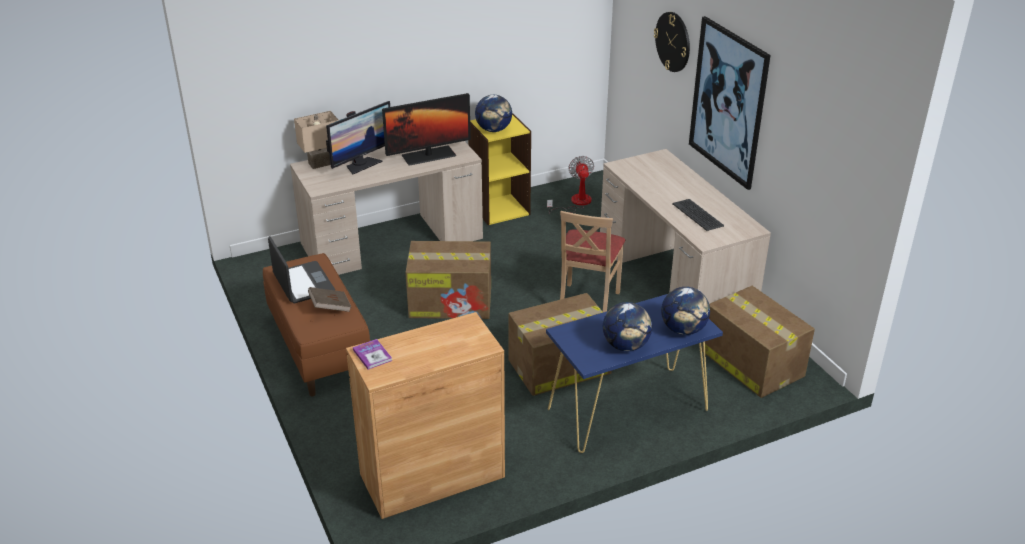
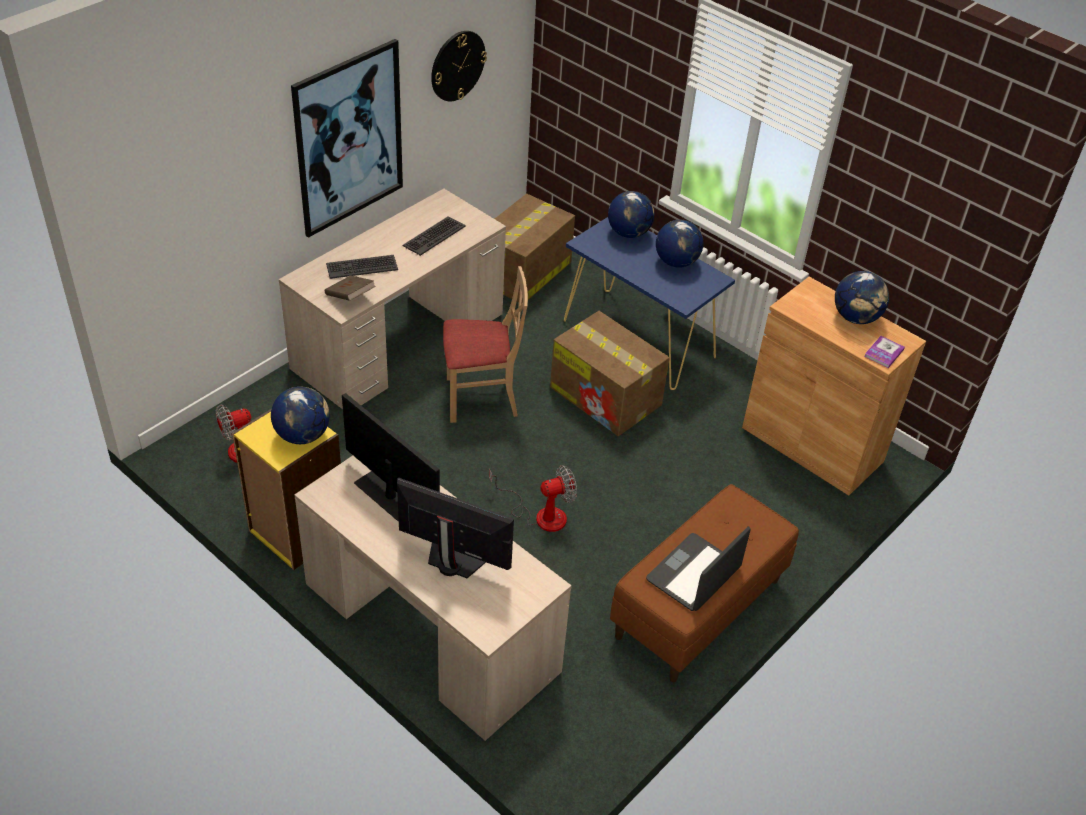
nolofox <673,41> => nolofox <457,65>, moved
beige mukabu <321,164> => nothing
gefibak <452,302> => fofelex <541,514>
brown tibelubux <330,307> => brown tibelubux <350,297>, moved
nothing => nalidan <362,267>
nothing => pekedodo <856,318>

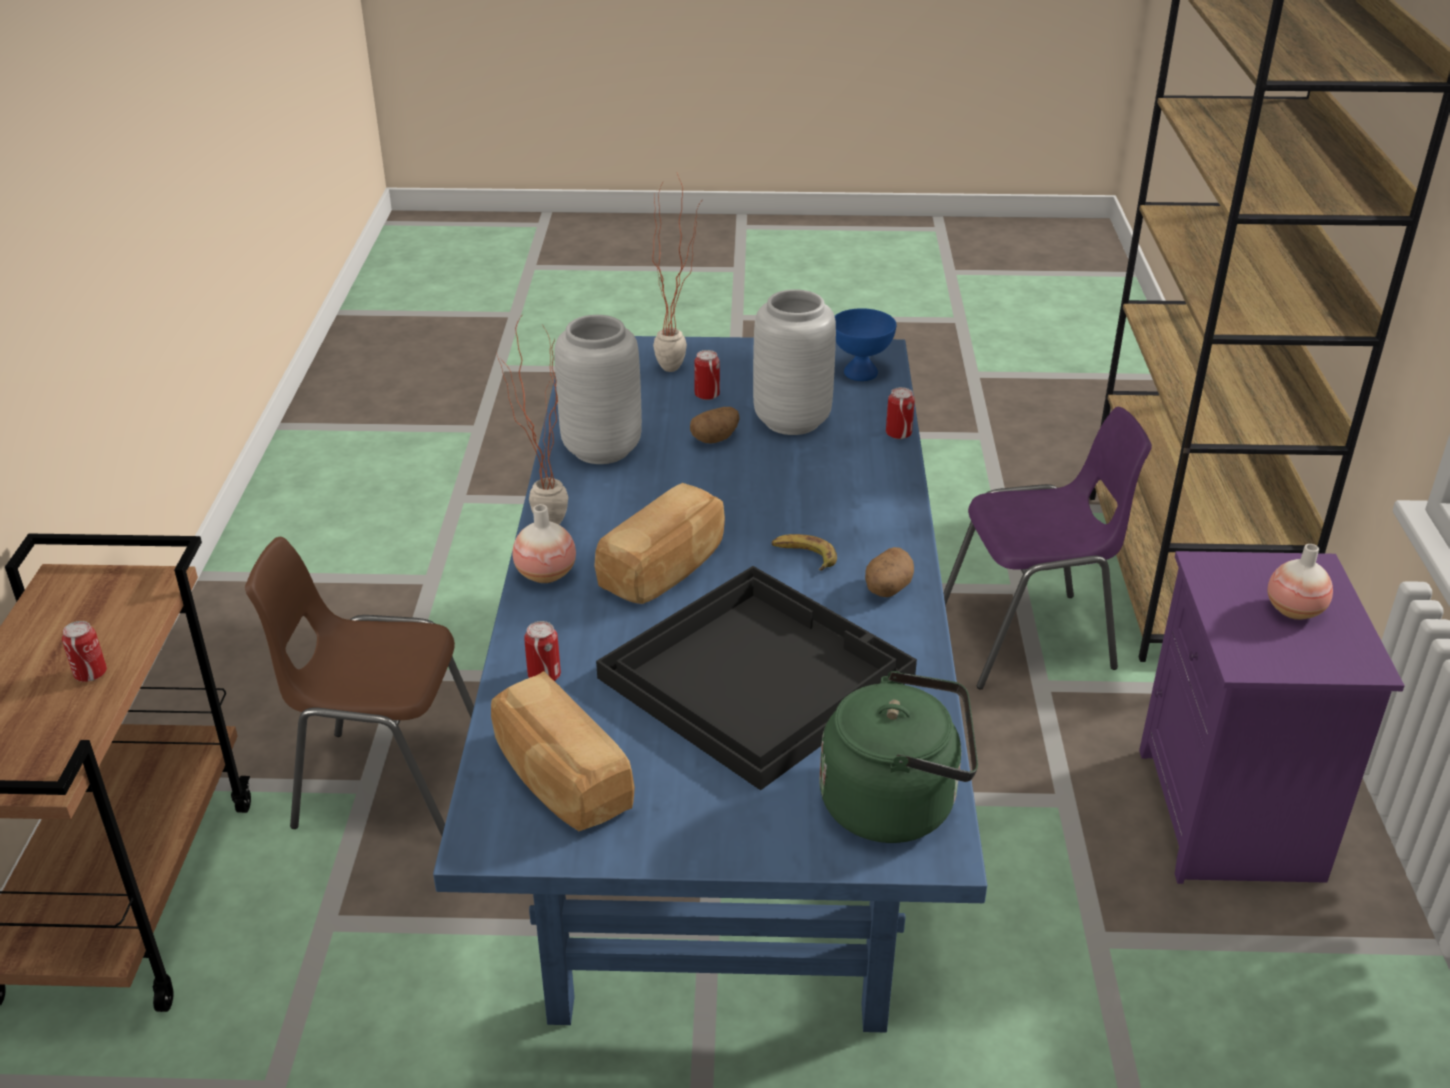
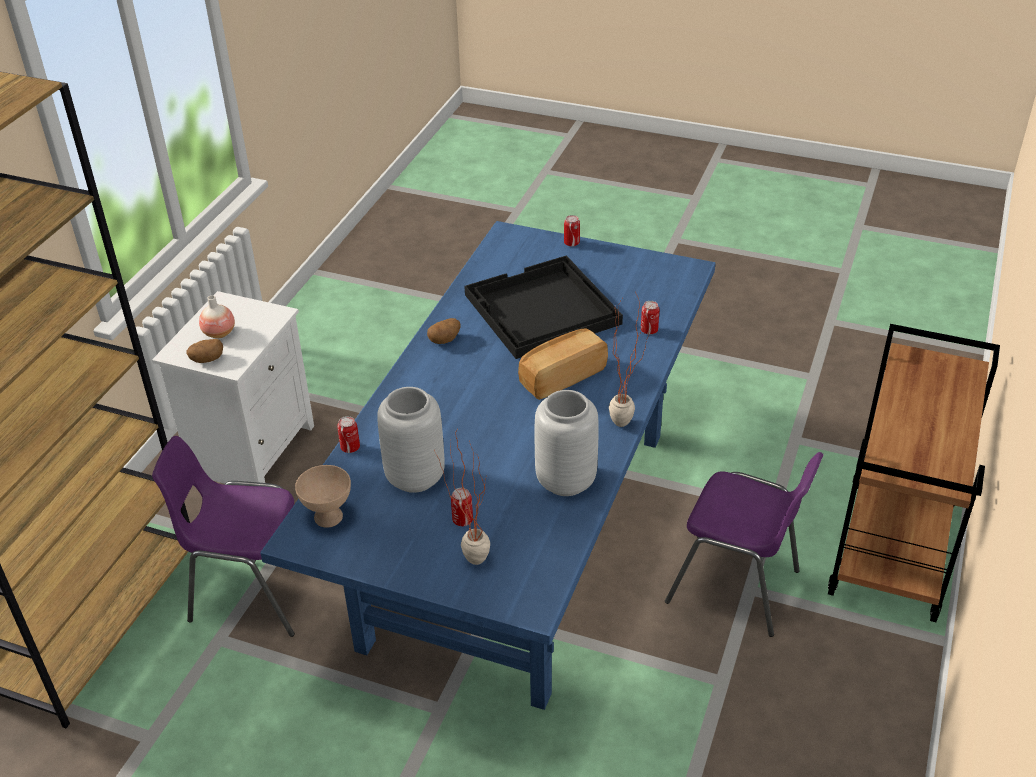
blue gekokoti <859,373> => beige gekokoti <329,517>
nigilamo <715,439> => nigilamo <207,359>, moved
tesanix <546,574> => nothing
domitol <804,556> => nothing
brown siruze <387,784> => purple siruze <736,587>
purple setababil <1233,817> => white setababil <251,449>
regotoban <90,674> => regotoban <571,243>, moved
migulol <559,780> => nothing
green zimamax <896,804> => nothing

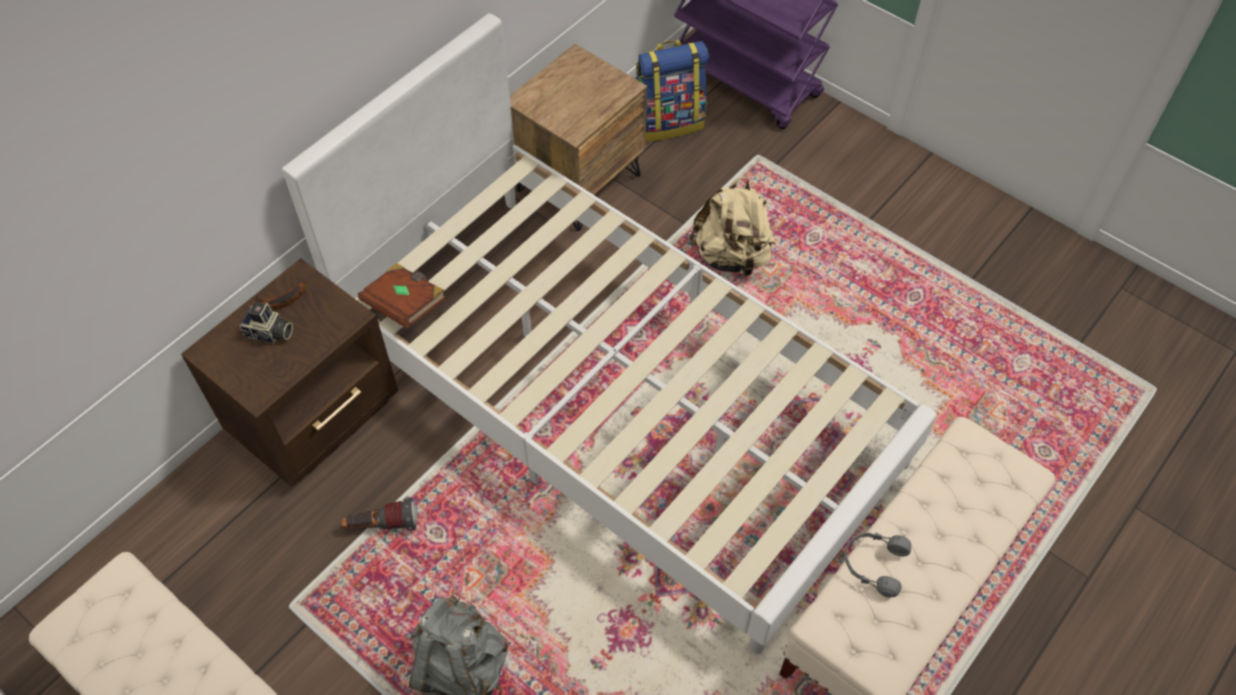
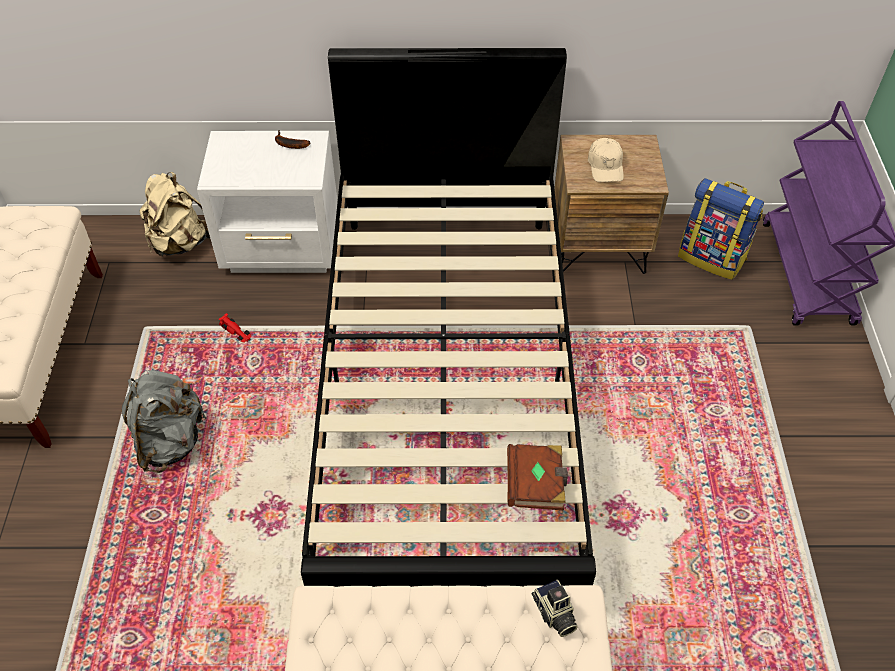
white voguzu <617,398> => black voguzu <447,386>
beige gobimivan <731,256> => beige gobimivan <180,242>, moved
brown setababil <318,416> => white setababil <283,249>
brown tibelubux <405,305> => brown tibelubux <536,485>, moved
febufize <269,333> => febufize <554,614>, moved
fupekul <382,525> => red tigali <236,331>
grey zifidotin <873,564> => nothing
nothing => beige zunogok <605,166>

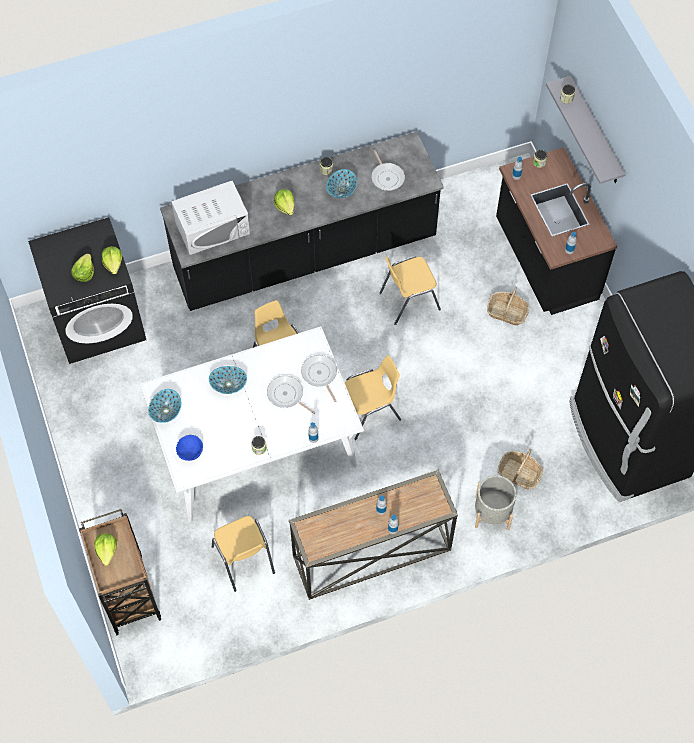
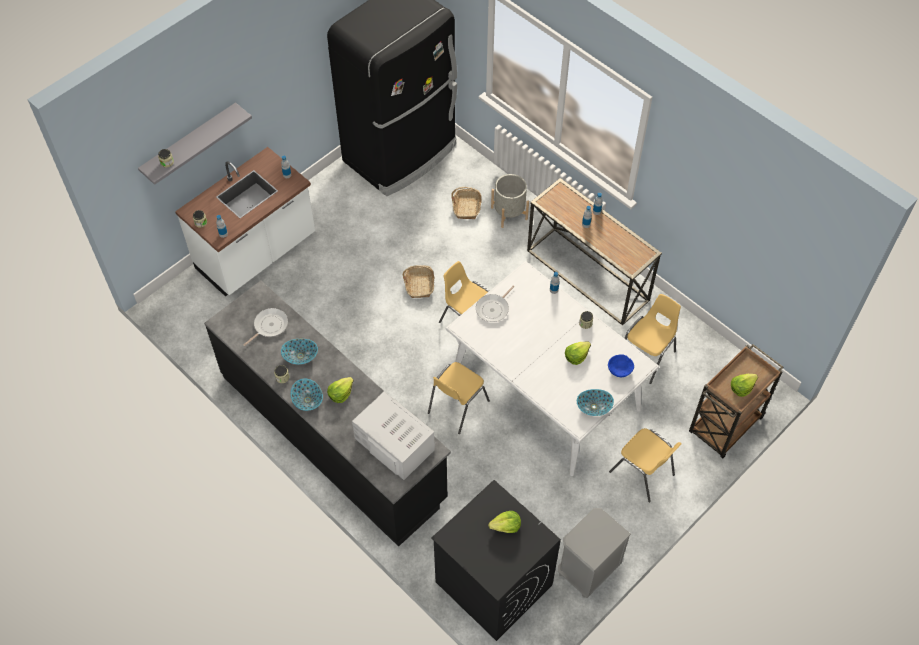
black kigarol <544,261> => white kigarol <257,253>
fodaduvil <113,264> => fodaduvil <576,356>, moved
yellow siruze <408,301> => yellow siruze <642,473>, moved
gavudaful <507,312> => gavudaful <419,285>, moved
gekokoti <228,384> => gekokoti <308,400>, moved
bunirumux <287,395> => nothing
nothing => grey setababil <588,570>

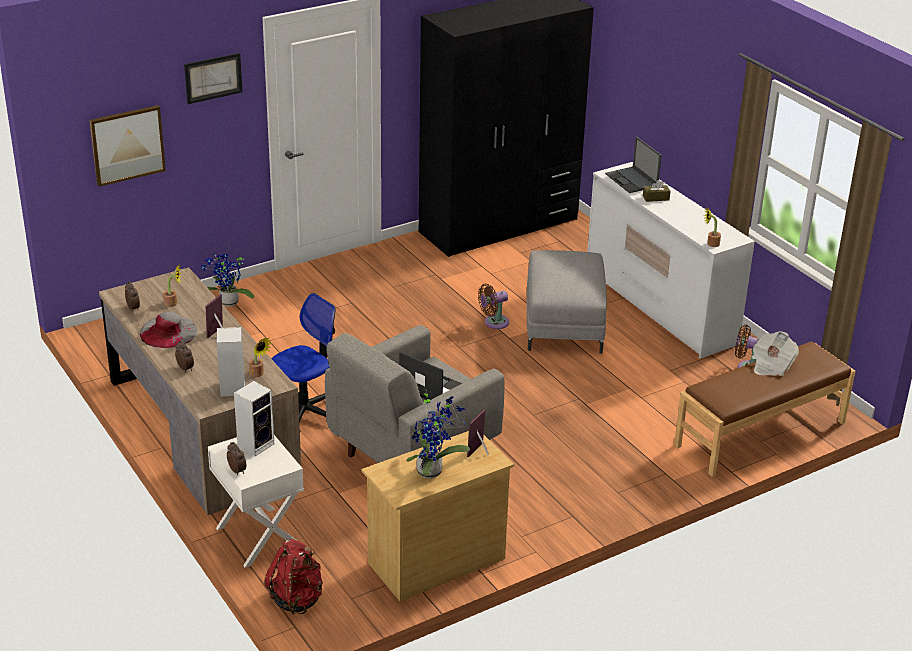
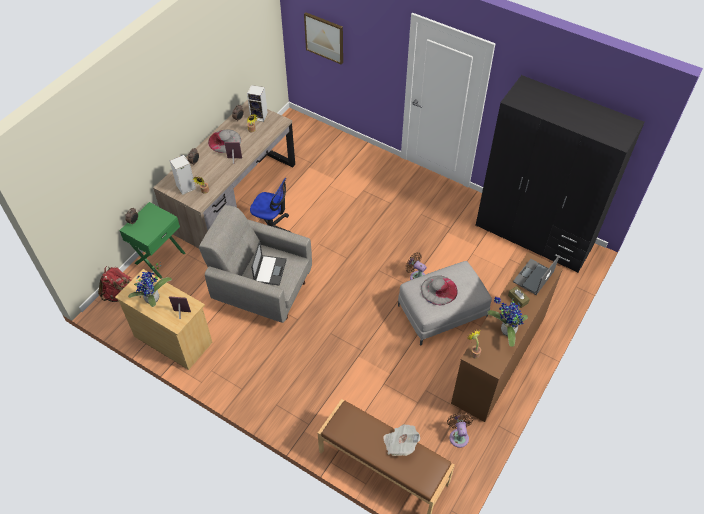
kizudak <213,78> => nothing
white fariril <659,307> => brown fariril <499,359>
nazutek <227,304> => nazutek <506,330>, moved
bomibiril <256,444> => bomibiril <260,116>, moved
white setababil <258,537> => green setababil <159,257>
nothing => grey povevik <439,290>

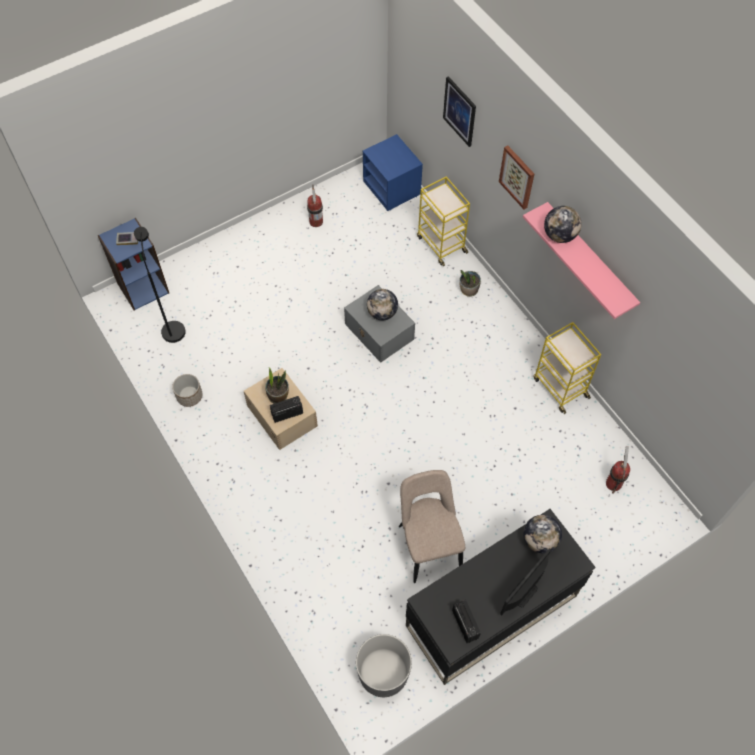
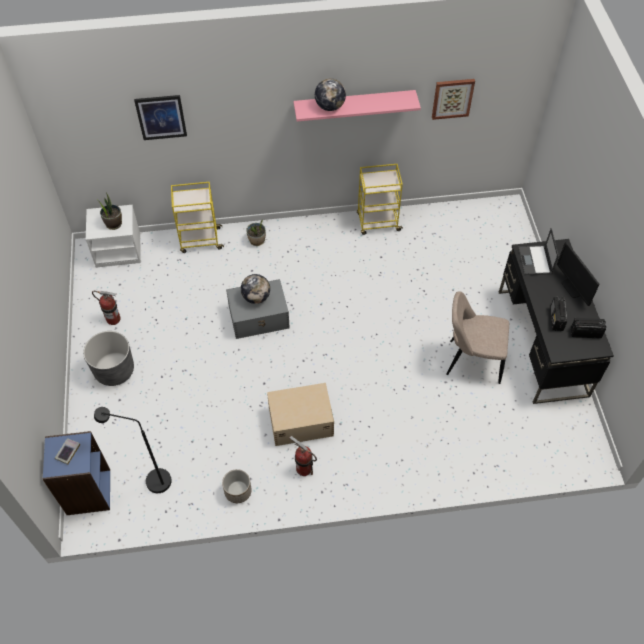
blue setababil <392,188> => white setababil <119,250>
kizudak <517,177> => kizudak <452,98>, moved
nazutek <278,396> => nazutek <113,223>, moved
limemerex <287,413> => limemerex <556,319>, moved
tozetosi <613,483> => tozetosi <304,468>, moved
pekedodo <540,540> => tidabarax <535,261>
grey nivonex <383,673> => grey nivonex <114,370>, moved

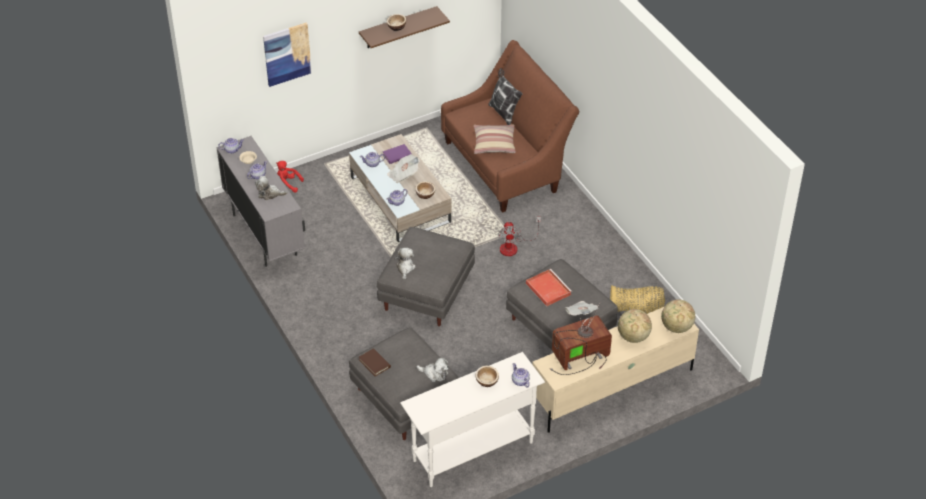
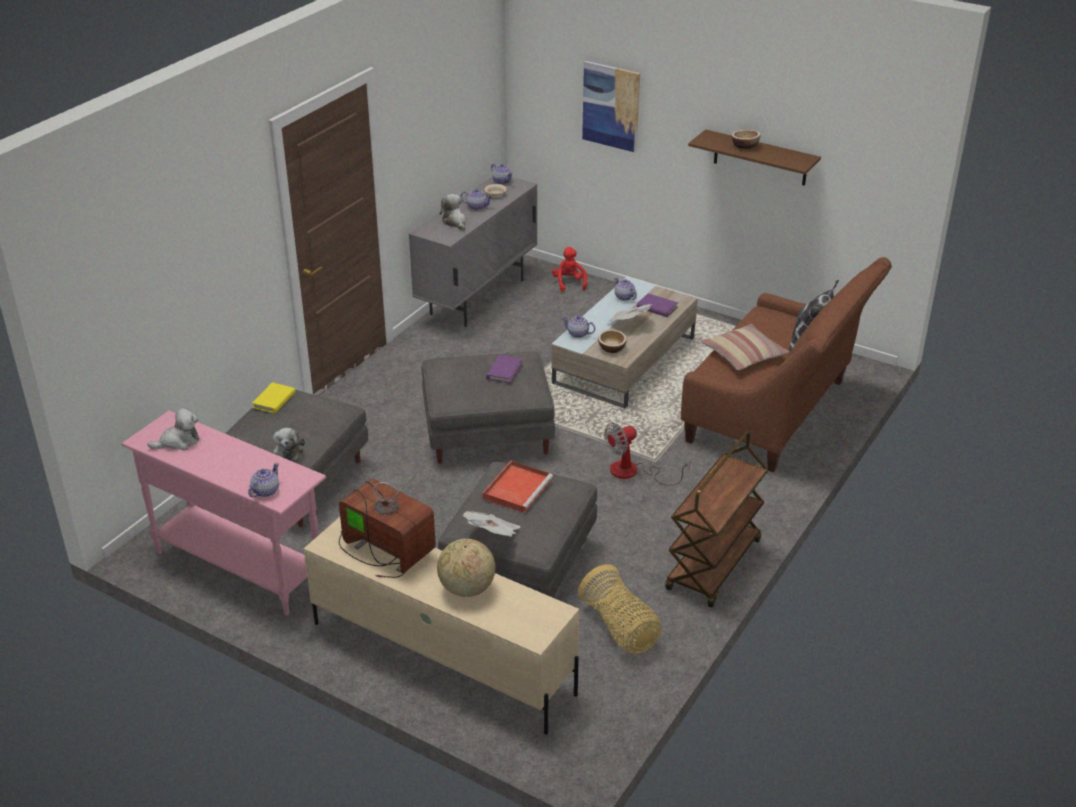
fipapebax <405,268> => fipapebax <179,442>, moved
pekedodo <676,327> => nothing
brown tibelubux <374,363> => yellow tibelubux <274,400>
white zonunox <472,451> => pink zonunox <239,566>
gekokoti <487,381> => nothing
nothing => purple tibelubux <504,371>
nothing => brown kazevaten <714,566>

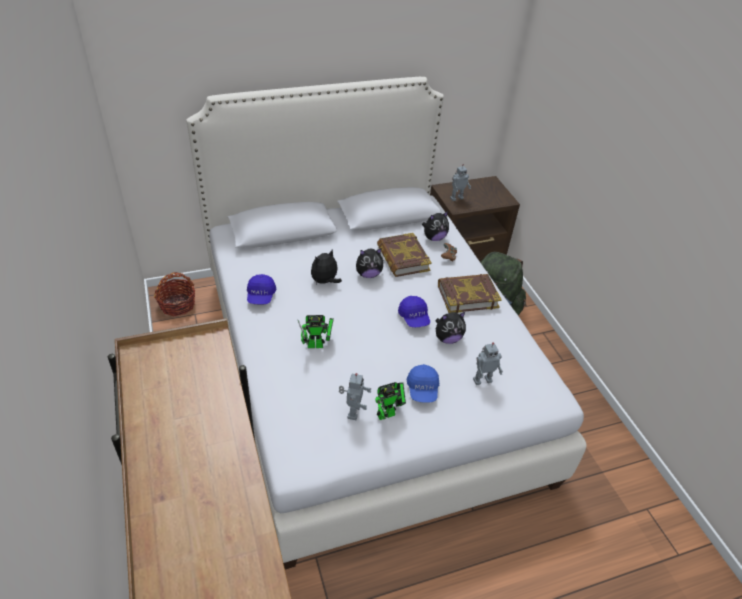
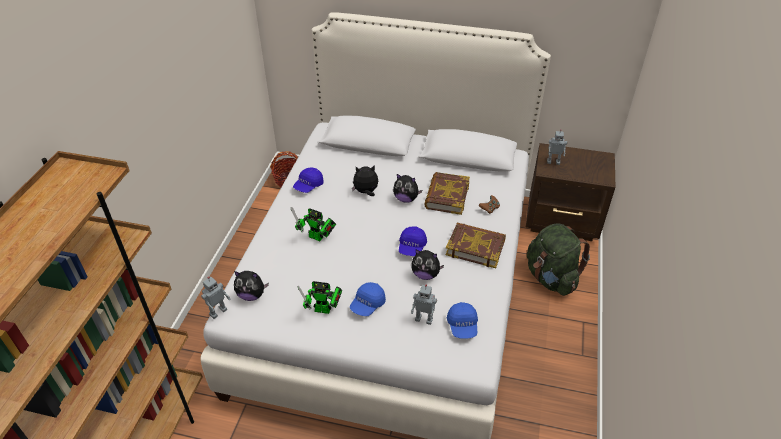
fipapebax <434,238> => fipapebax <251,295>, moved
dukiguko <352,412> => dukiguko <217,311>, moved
nothing => blue zunogok <462,326>

